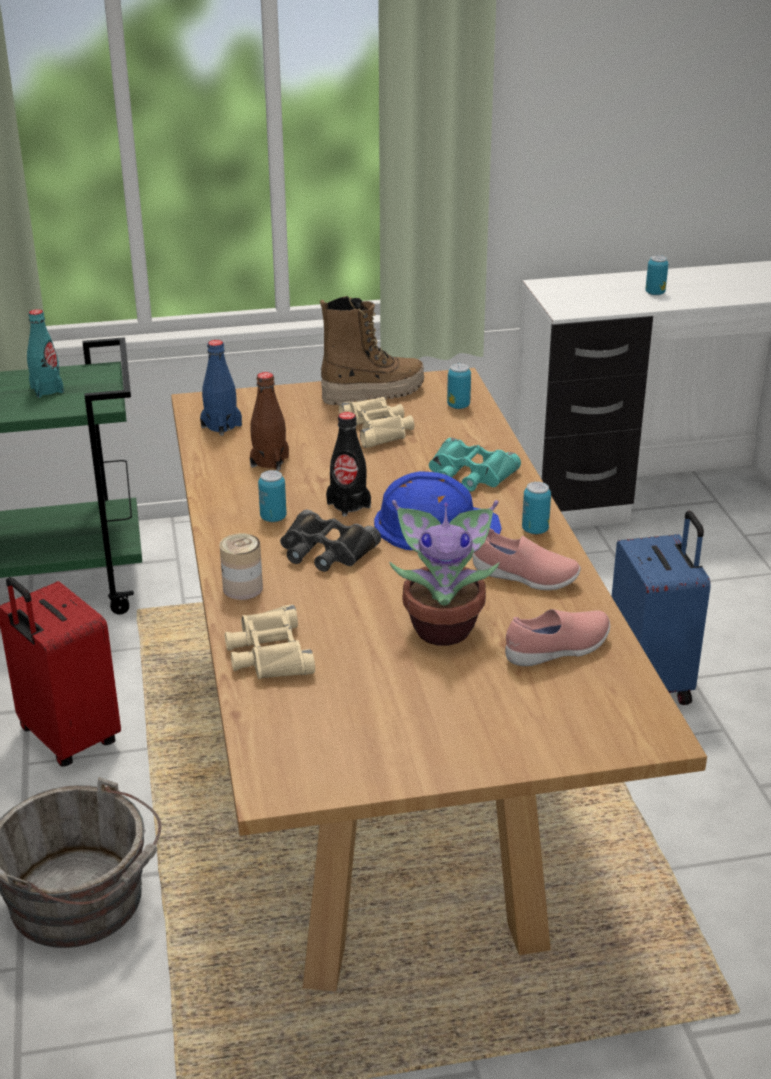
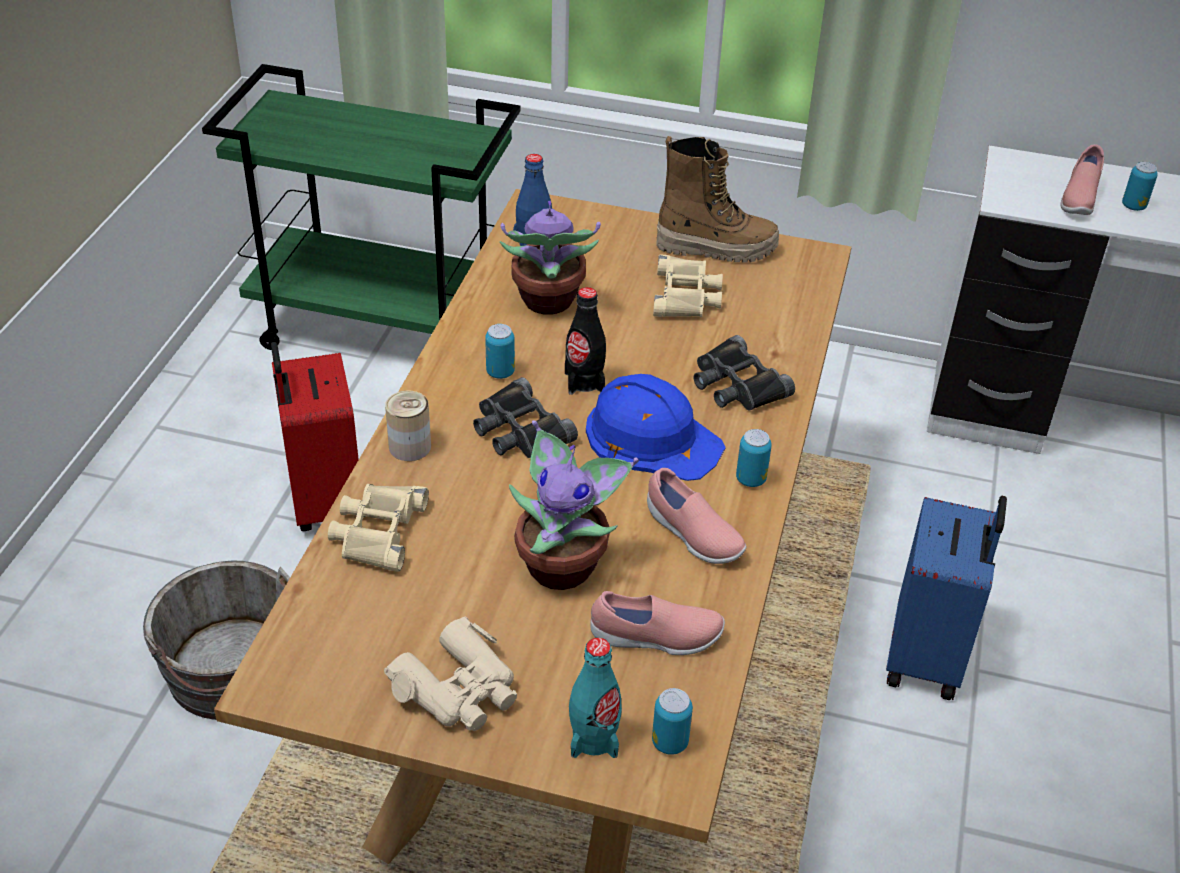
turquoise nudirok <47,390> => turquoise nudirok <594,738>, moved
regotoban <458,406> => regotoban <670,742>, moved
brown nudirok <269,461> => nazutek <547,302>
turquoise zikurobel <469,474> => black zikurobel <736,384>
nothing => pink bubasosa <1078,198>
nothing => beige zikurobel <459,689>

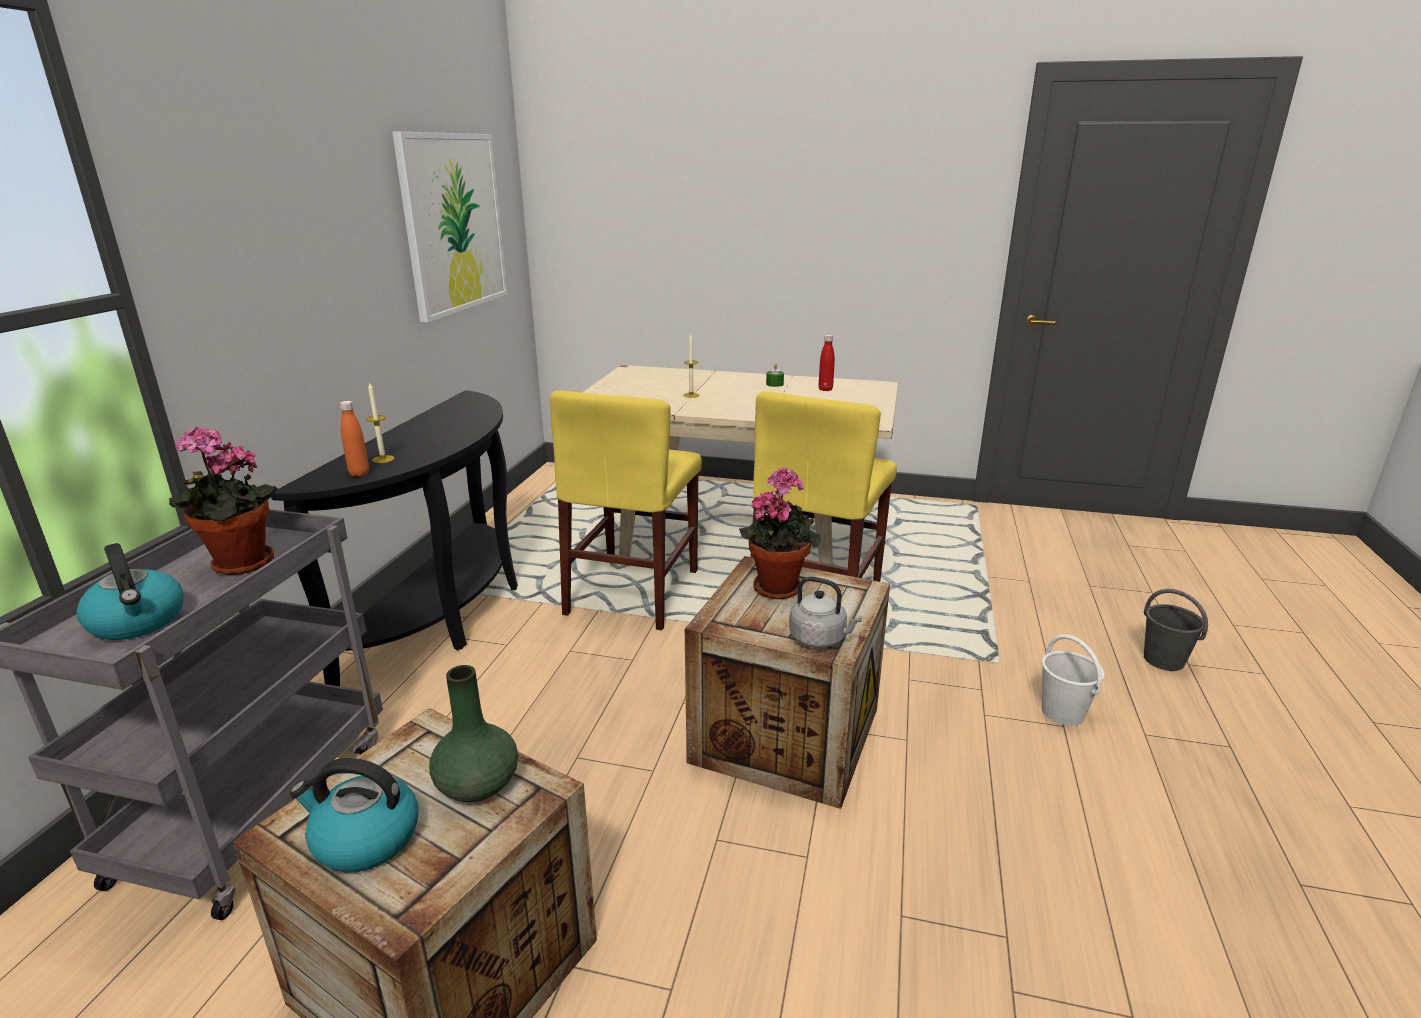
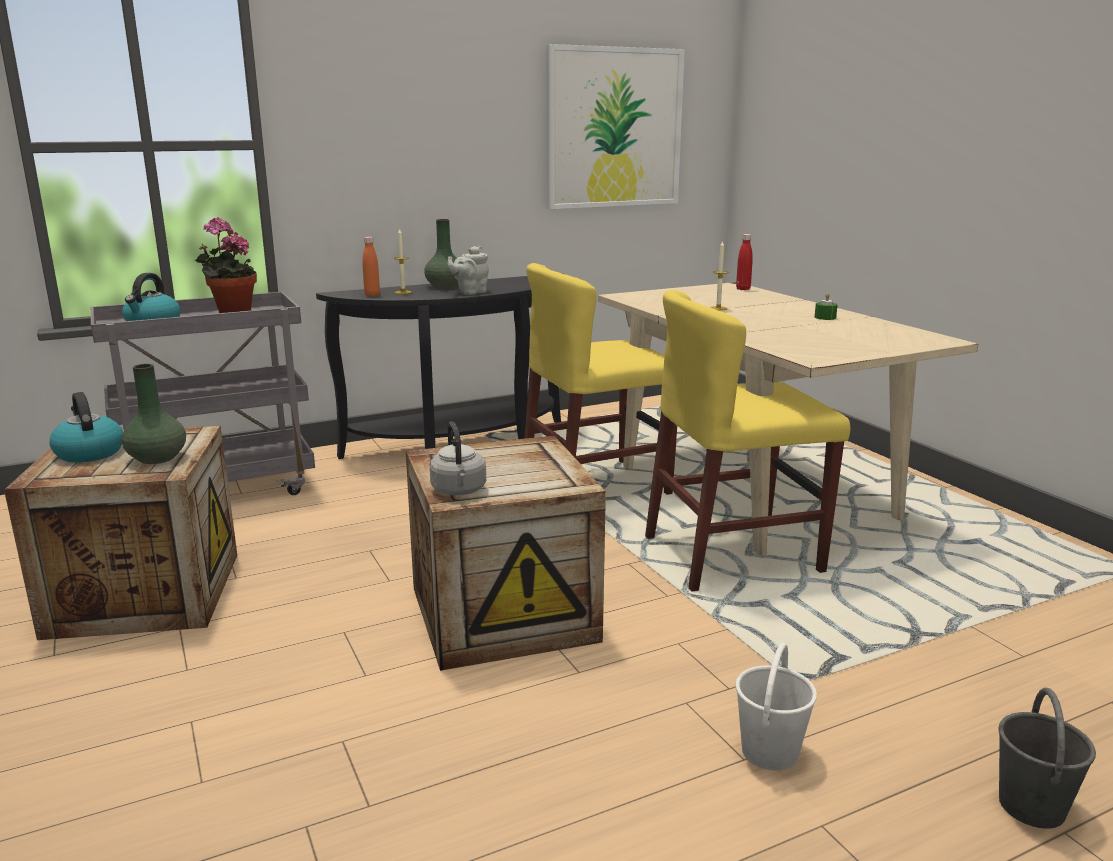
red nudirok <825,389> => red nudirok <743,289>, moved
nazutek <778,586> => nothing
nothing => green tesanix <445,286>
nothing => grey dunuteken <470,292>

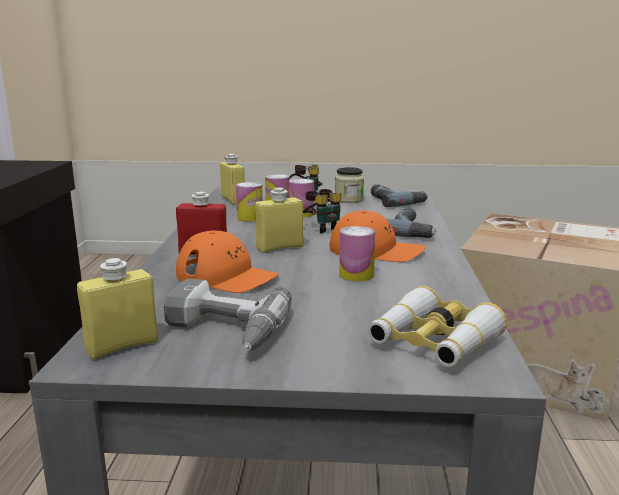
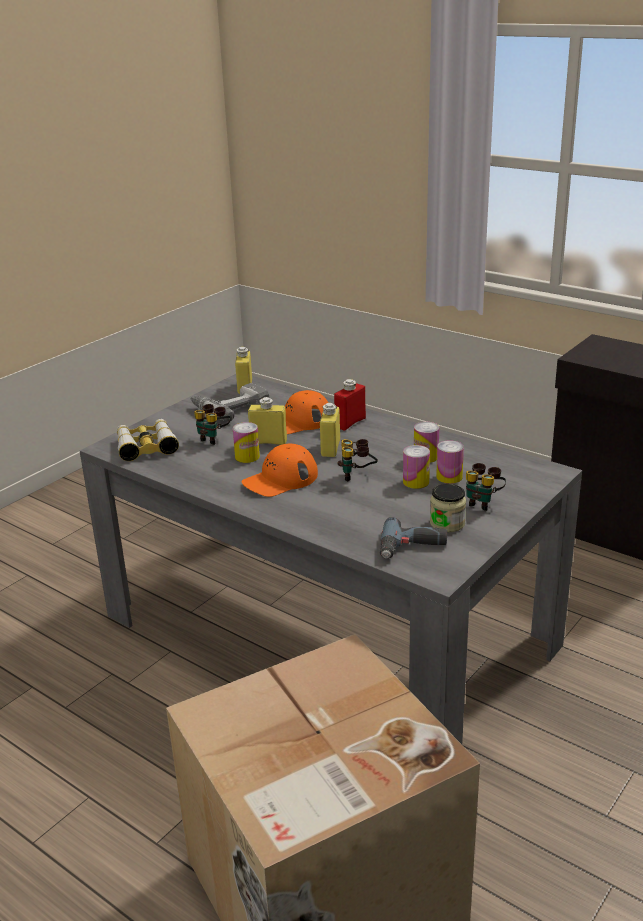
yellow nudirok <233,200> => yellow nudirok <268,442>, moved
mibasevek <411,231> => nothing
nothing => zikurobel <213,438>

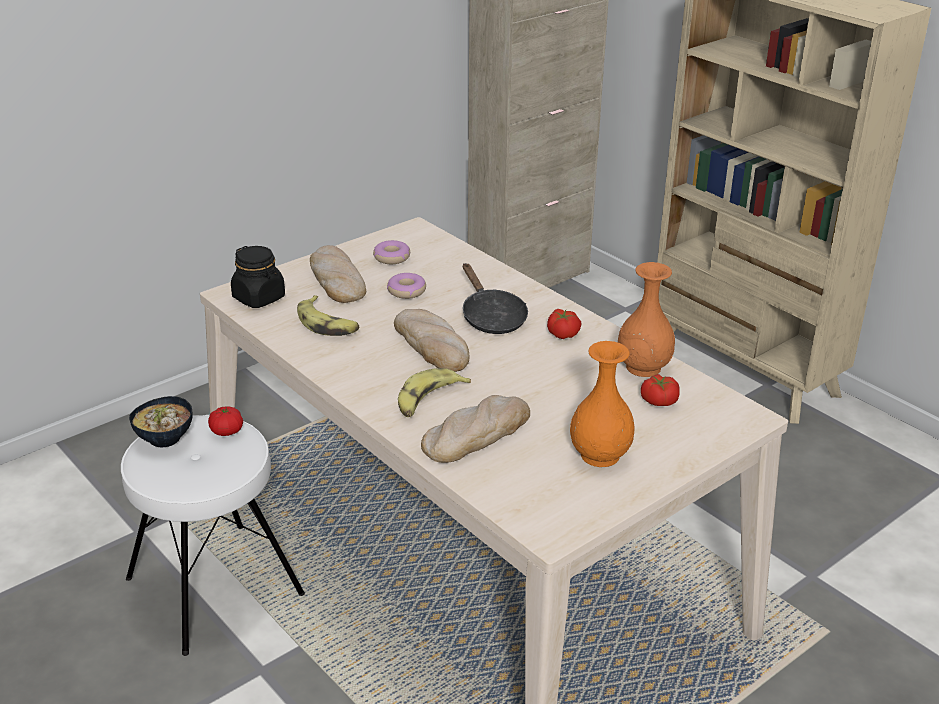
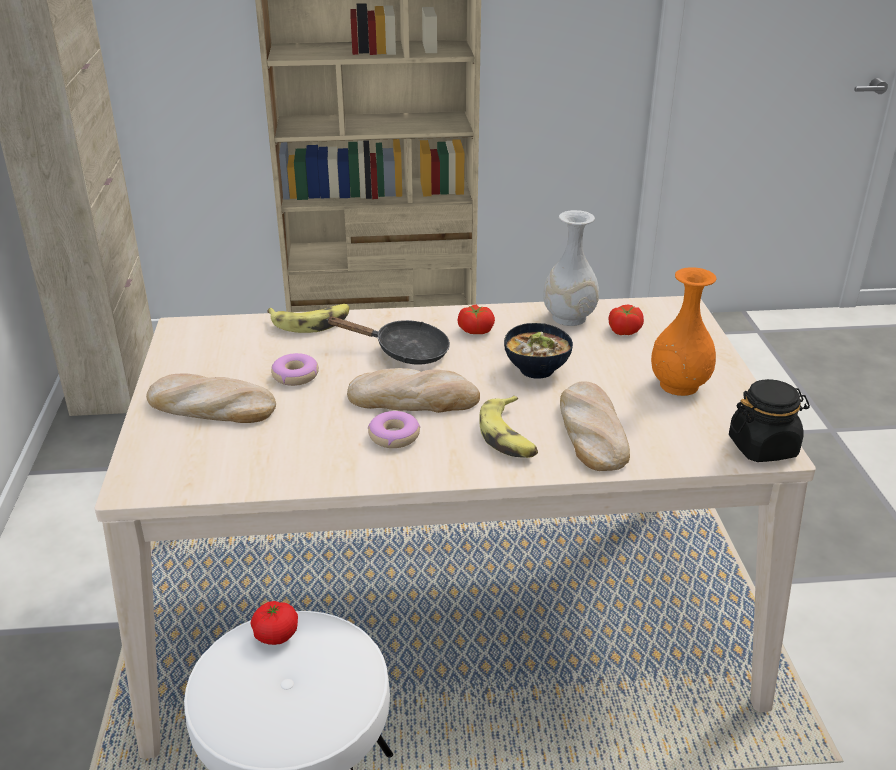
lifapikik <392,257> => lifapikik <394,436>, moved
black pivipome <259,298> => black pivipome <763,447>, moved
orange tesanix <643,367> => white tesanix <568,318>
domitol <328,324> => domitol <311,323>, moved
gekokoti <166,438> => gekokoti <537,369>, moved

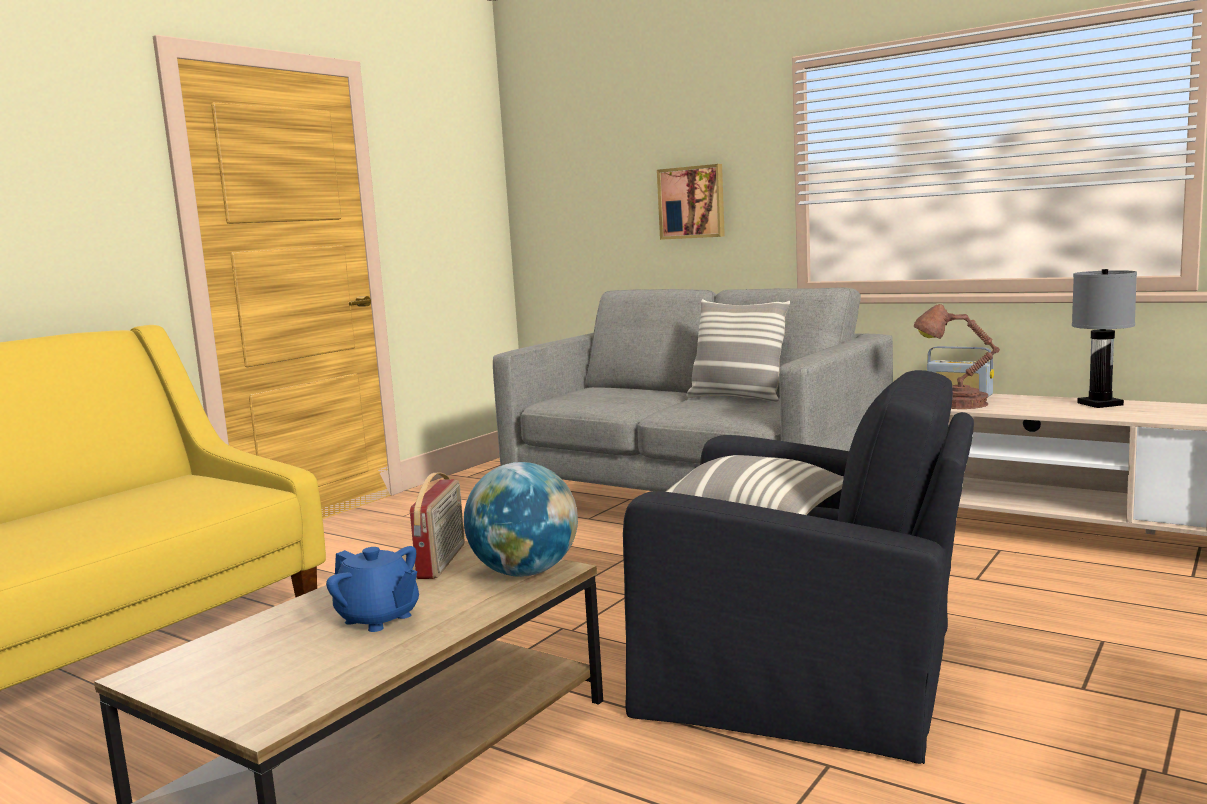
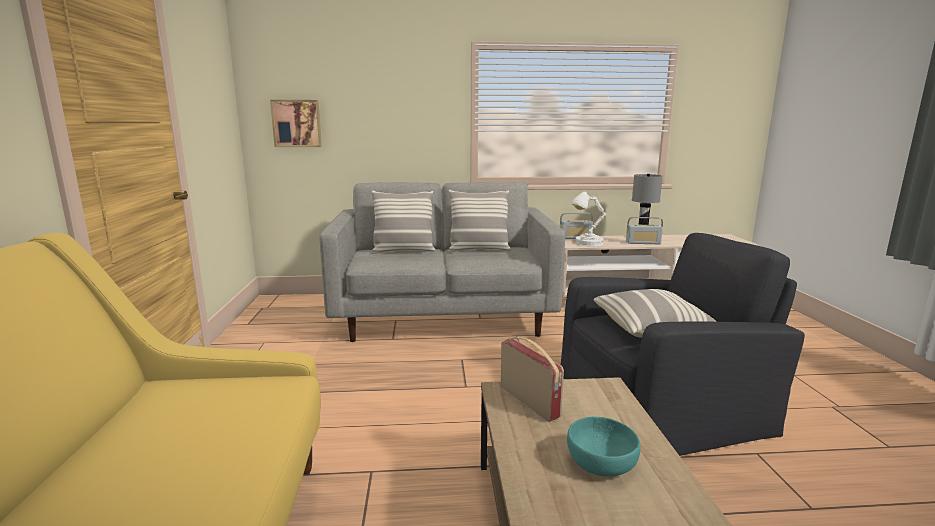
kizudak <692,202> => kizudak <297,123>, moved
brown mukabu <954,404> => white mukabu <587,243>
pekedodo <525,573> => nothing
blue dunuteken <378,618> => turquoise gekokoti <600,464>
nothing => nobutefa <403,251>
nothing => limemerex <643,243>

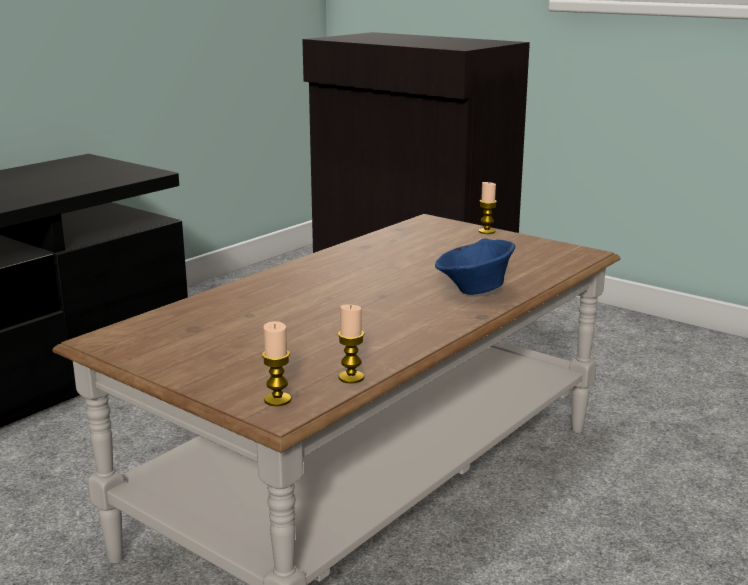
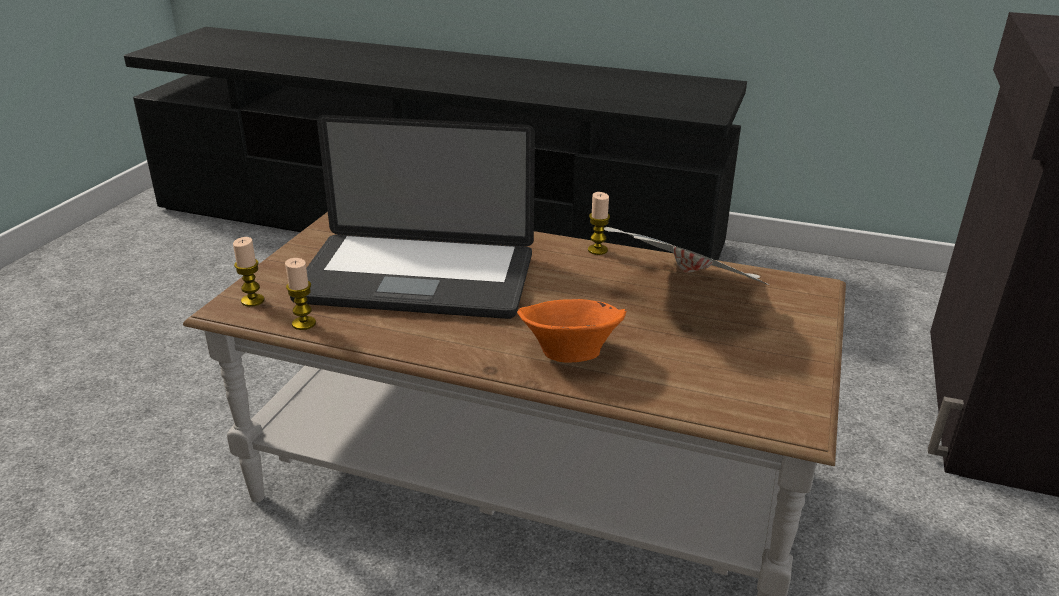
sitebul <486,231> => sitebul <597,250>, moved
blue gekokoti <474,291> => orange gekokoti <568,354>
nothing => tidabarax <417,279>
nothing => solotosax <689,297>

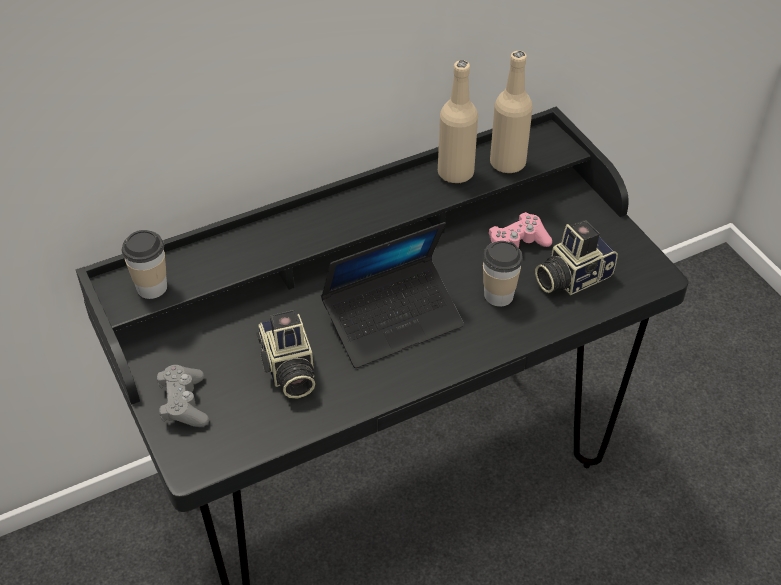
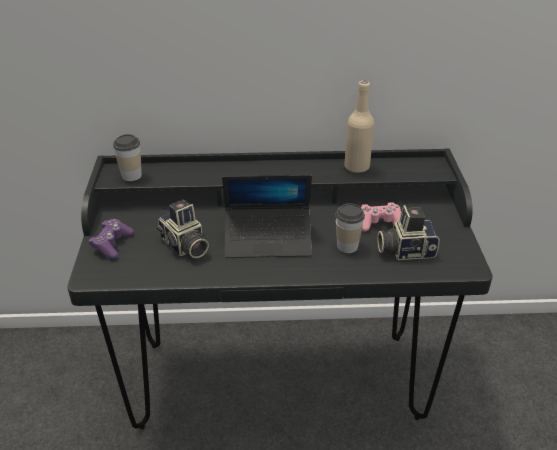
beige nudirok <507,163> => nothing
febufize <288,370> => febufize <184,246>, 45 degrees counterclockwise
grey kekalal <184,403> => purple kekalal <112,244>

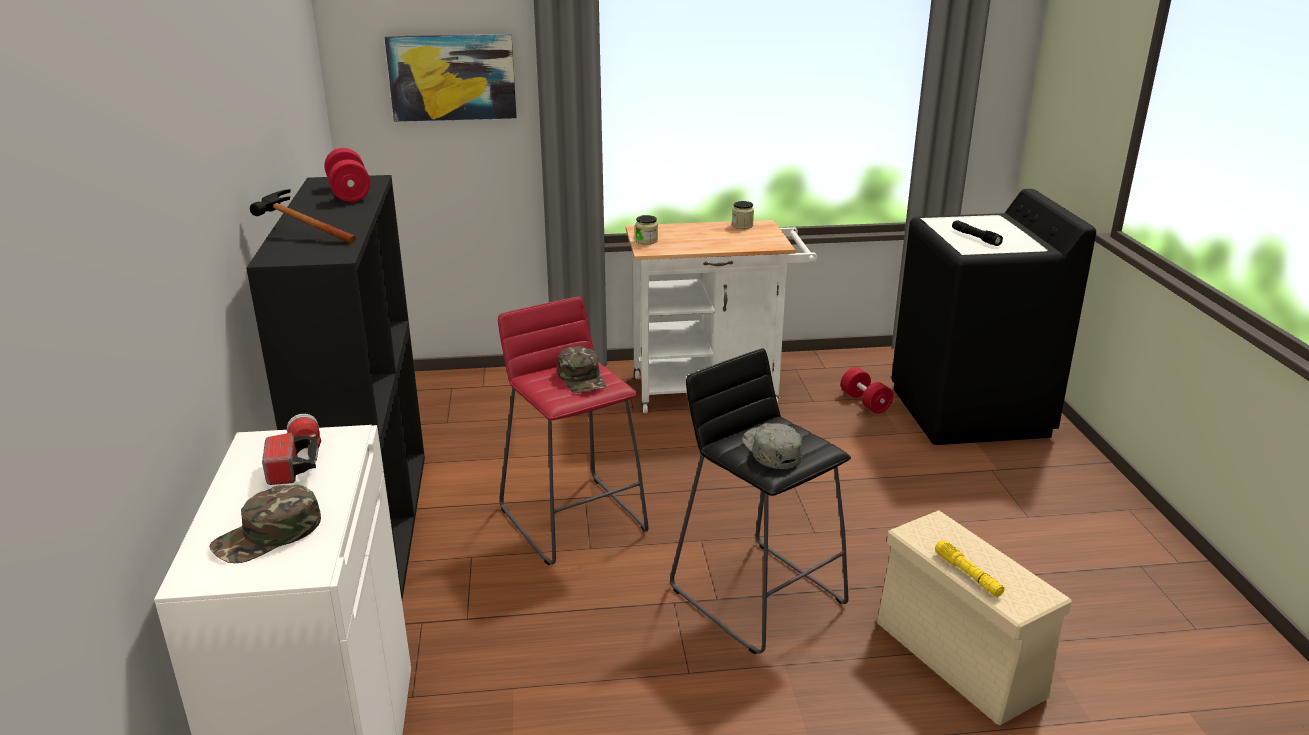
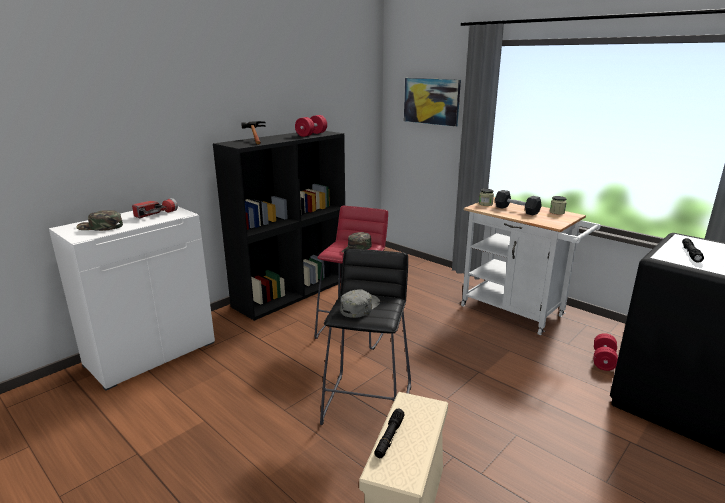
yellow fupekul <968,575> => black fupekul <389,437>
nothing => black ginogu <516,210>

